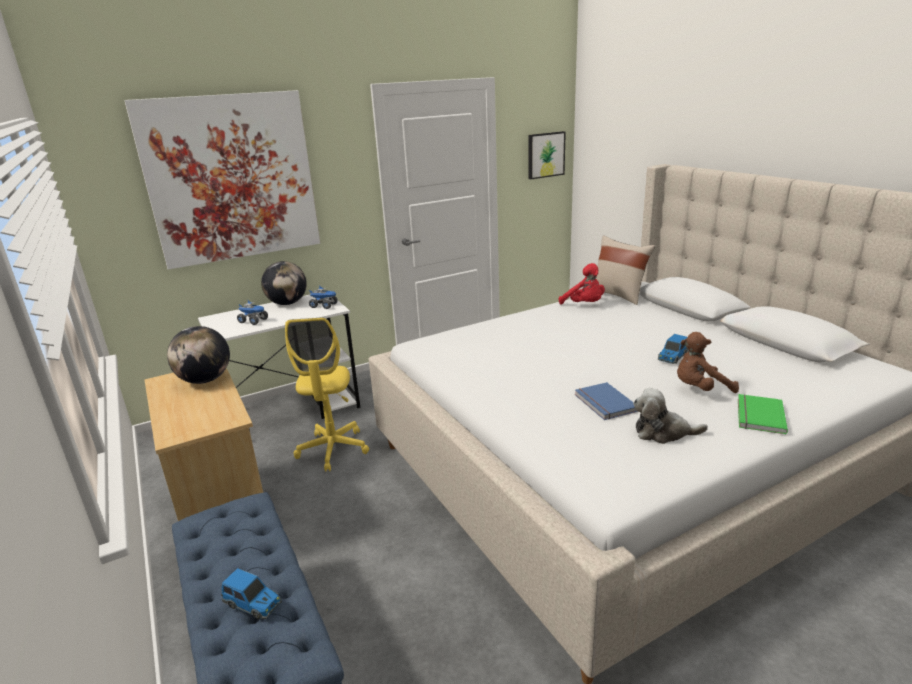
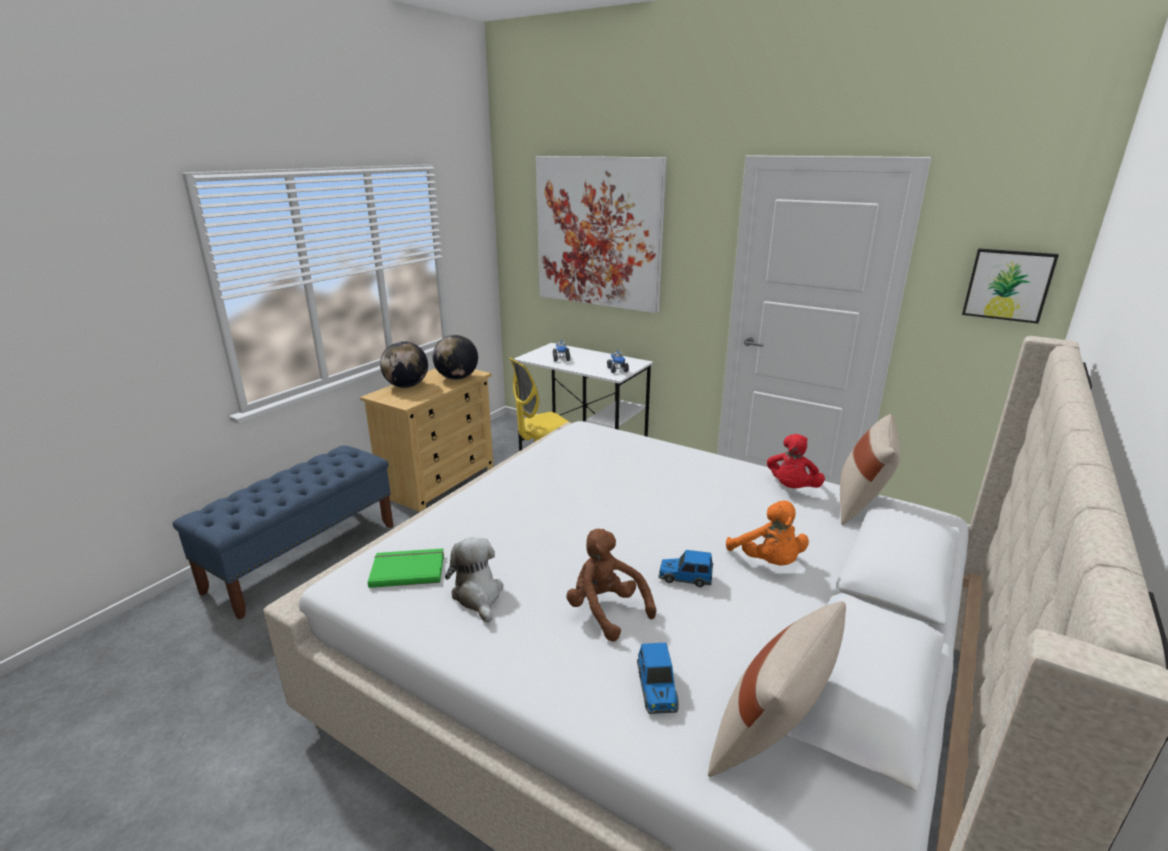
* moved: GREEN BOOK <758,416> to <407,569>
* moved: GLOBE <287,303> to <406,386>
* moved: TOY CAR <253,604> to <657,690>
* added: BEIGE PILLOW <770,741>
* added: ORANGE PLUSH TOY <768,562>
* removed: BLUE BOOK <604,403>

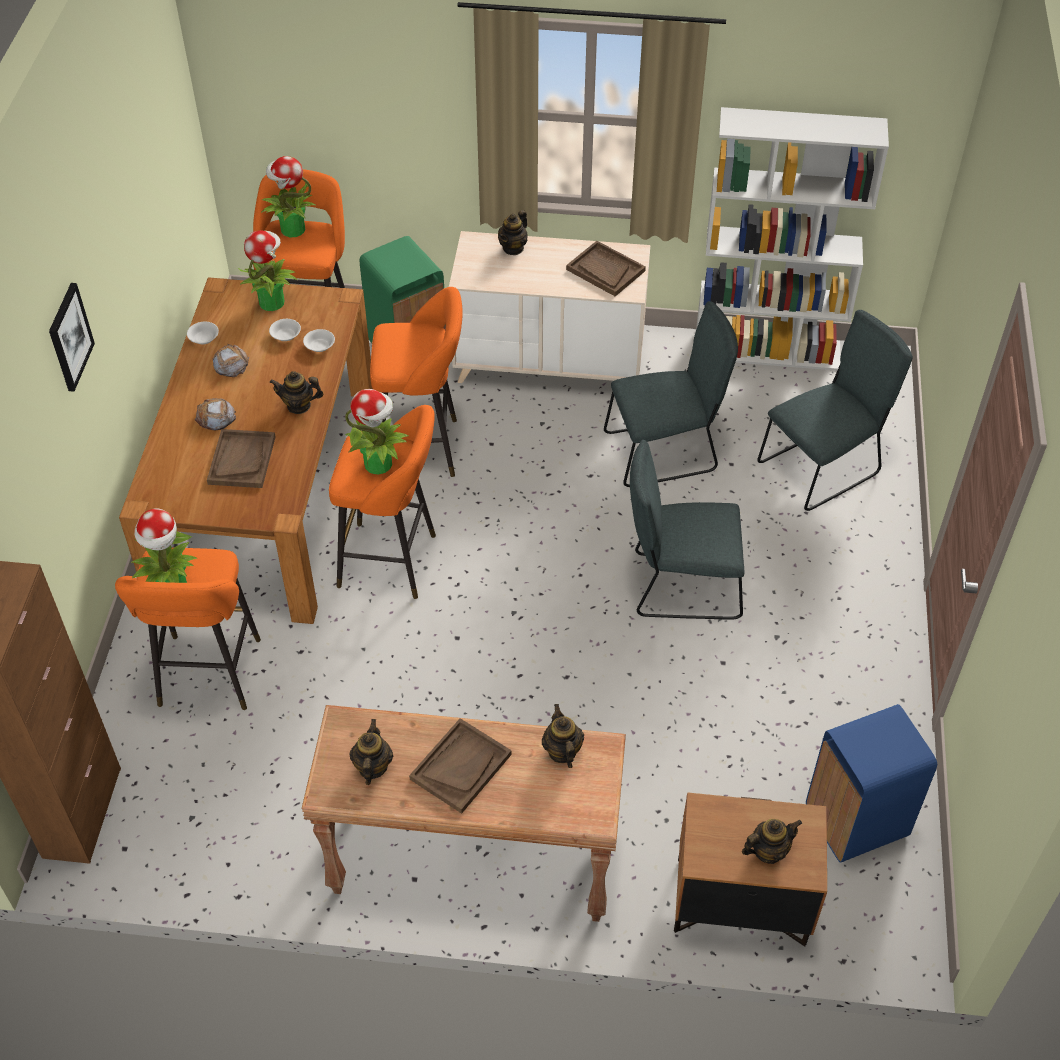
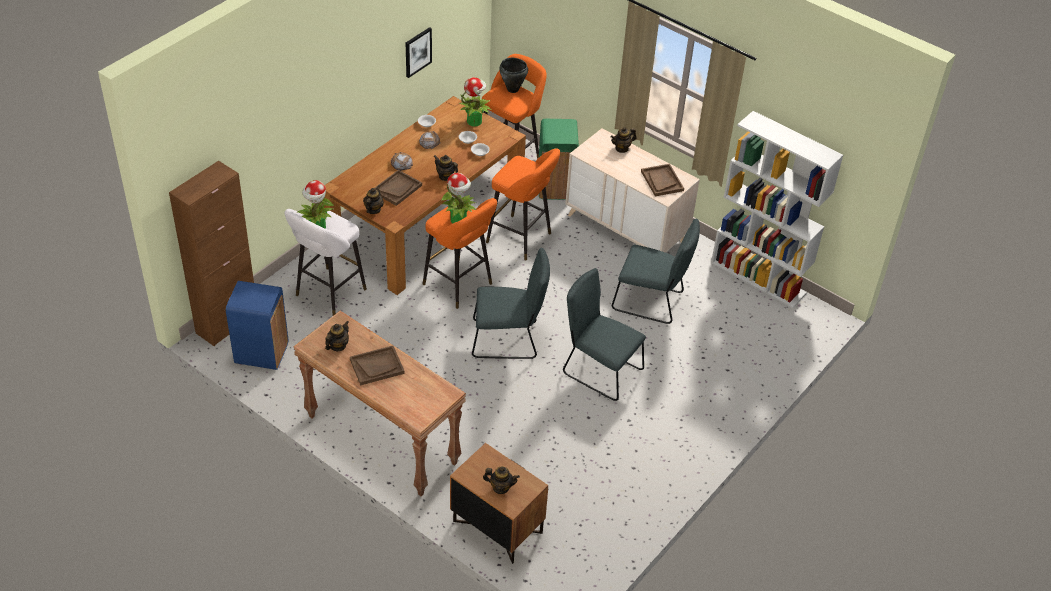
* moved: BLUE TRASH CAN <855,820> to <261,353>
* recoloured: ORANGE STOOL <208,678> to WHITE STOOL <328,294>
* moved: TEAPOT <562,751> to <373,210>
* moved: PICTURE <69,337> to <417,52>
* moved: GREY CHAIR <823,467> to <508,340>
* replaced: POTTED PLANT <292,229> to BLACK COOKING POT <513,89>

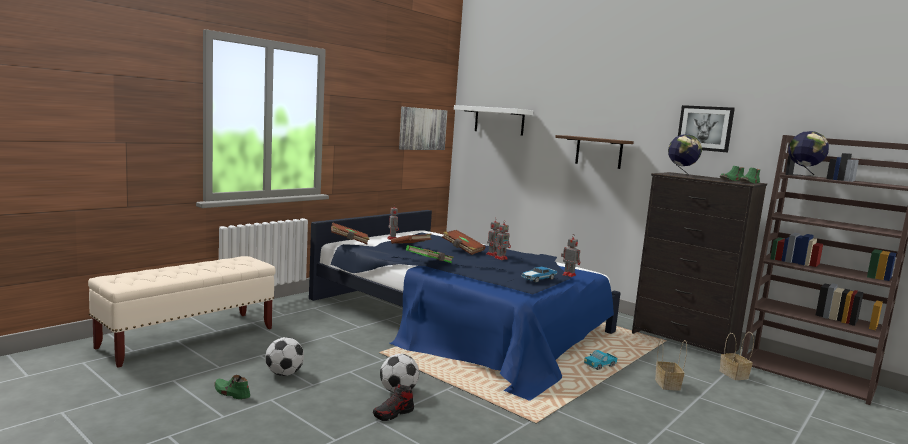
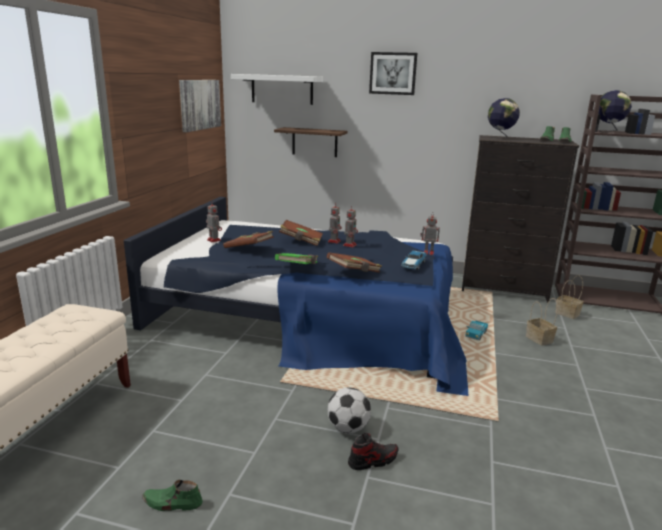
* moved: SHELF <598,152> to <314,142>
* moved: BROWN BOOK <349,241> to <354,272>
* turned: SHOE <393,414> = <373,460> 135 degrees counterclockwise
* moved: PICTURE <705,128> to <393,73>
* removed: FOOTBALL <284,374>

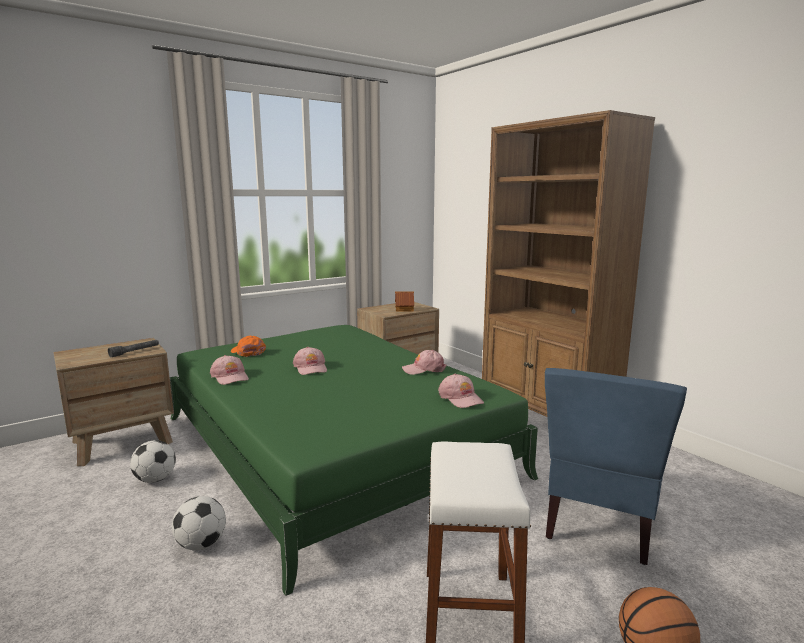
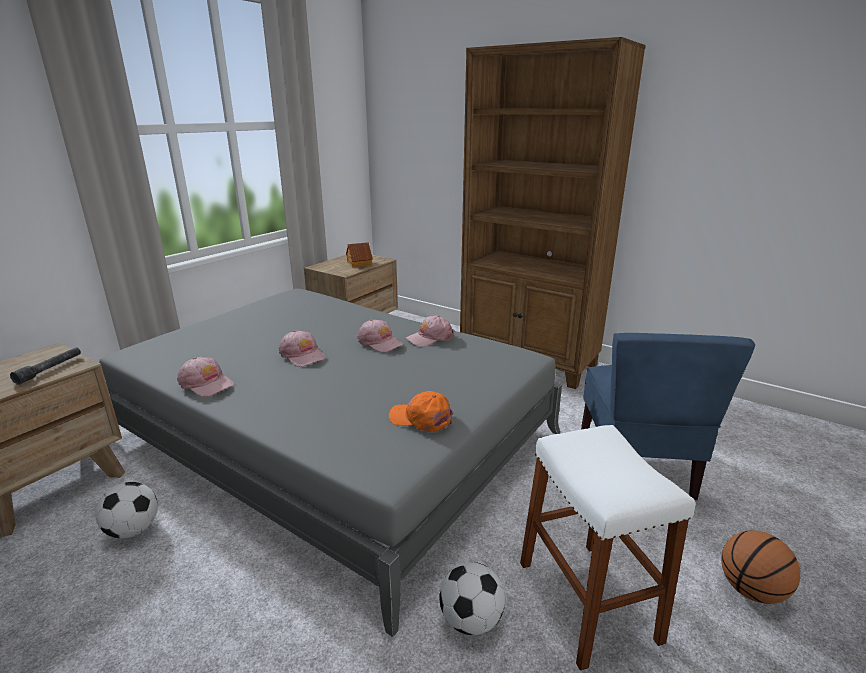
* recoloured: GREEN BED <332,445> to GREY BED <334,436>
* moved: PINK CAP <460,398> to <380,342>
* moved: ORANGE CAP <248,352> to <421,419>
* moved: FOOTBALL <201,544> to <471,620>

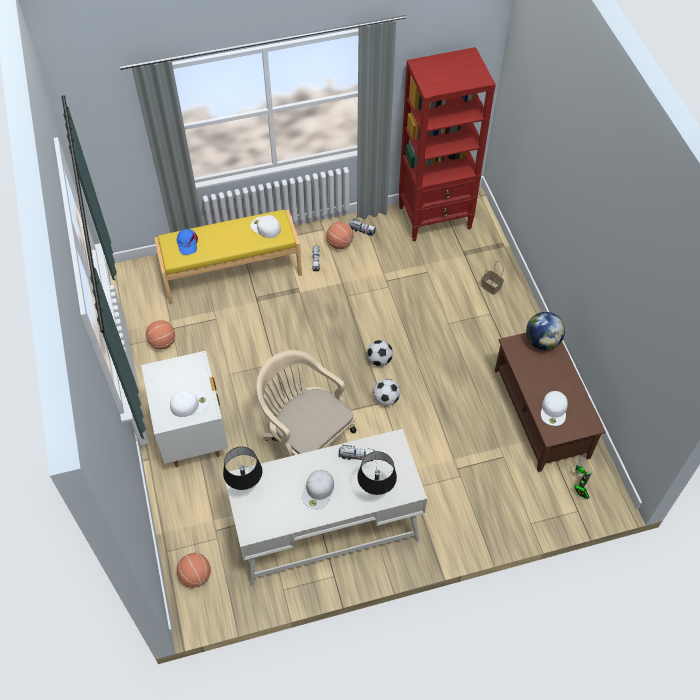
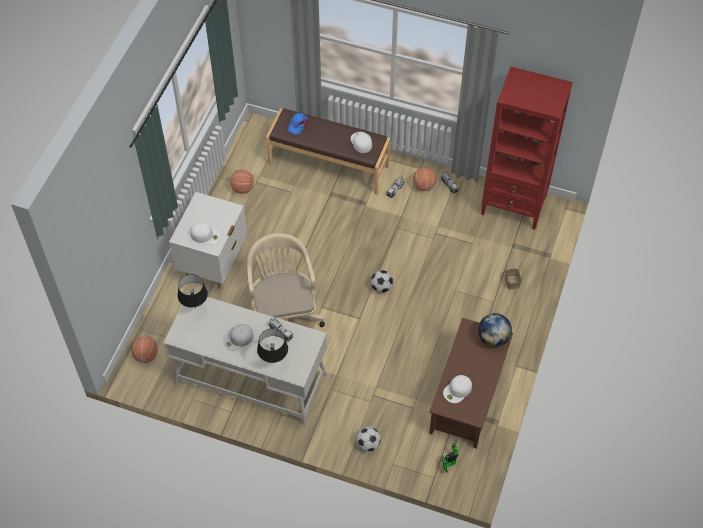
* recoloured: YELLOW BENCH <231,271> to BROWN BENCH <329,164>
* moved: FOOTBALL <386,399> to <368,444>

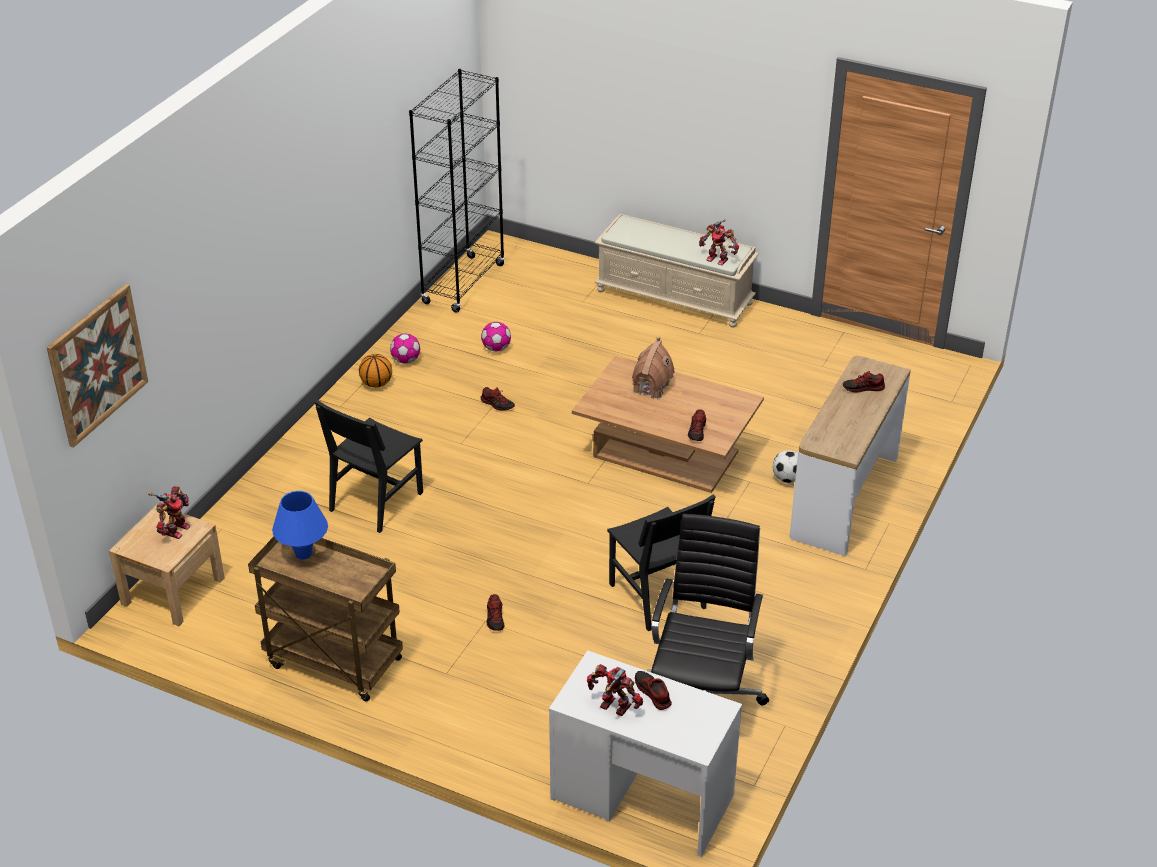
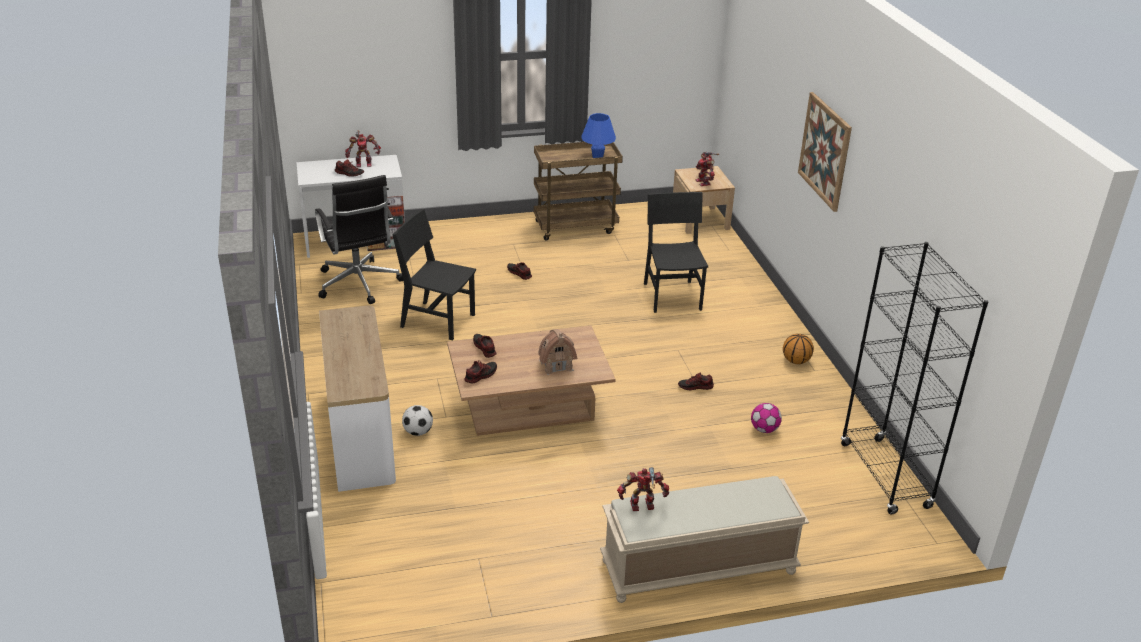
* moved: SHOE <863,388> to <480,375>
* moved: PICTURE <97,364> to <824,151>
* removed: FOOTBALL <406,360>

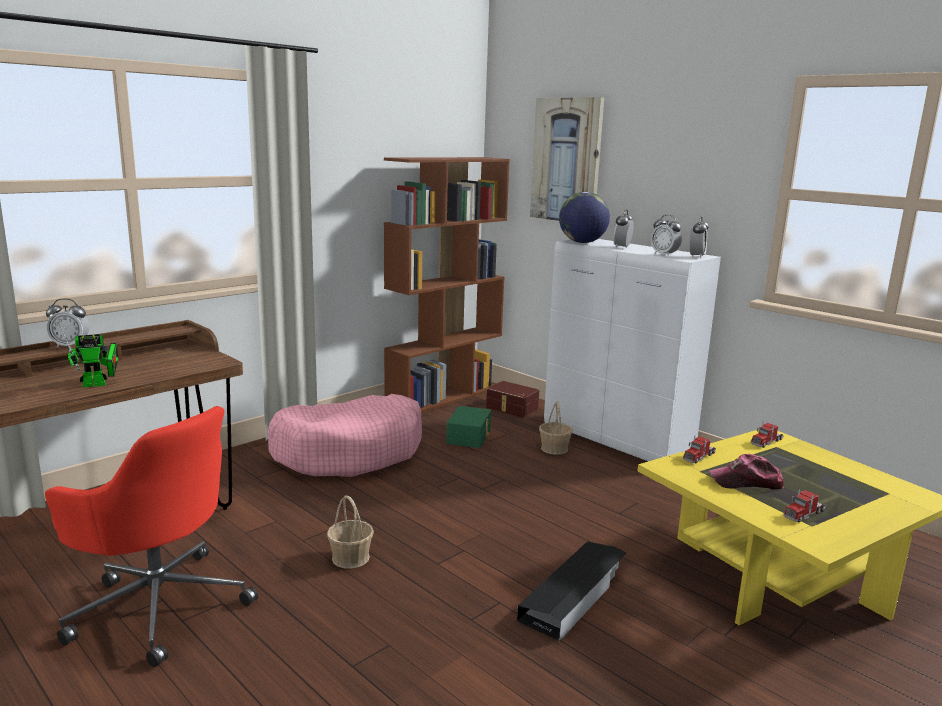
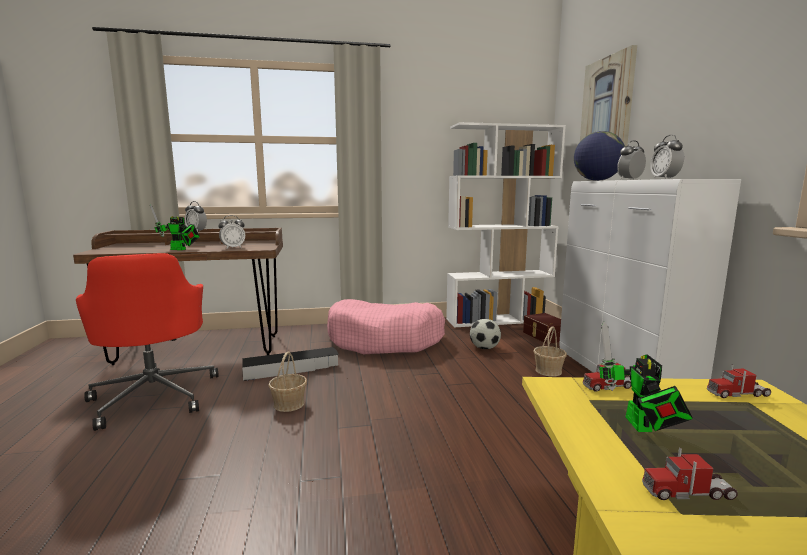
* moved: ALARM CLOCK <696,256> to <233,248>
* moved: BLACK STORAGE BOX <574,595> to <291,368>
* recoloured: BROWN BOOKCASE <444,396> to WHITE BOOKCASE <498,320>
* replaced: GREEN STORAGE BOX <470,436> to FOOTBALL <484,348>
* replaced: CAP <746,482> to TOY ROBOT <640,427>

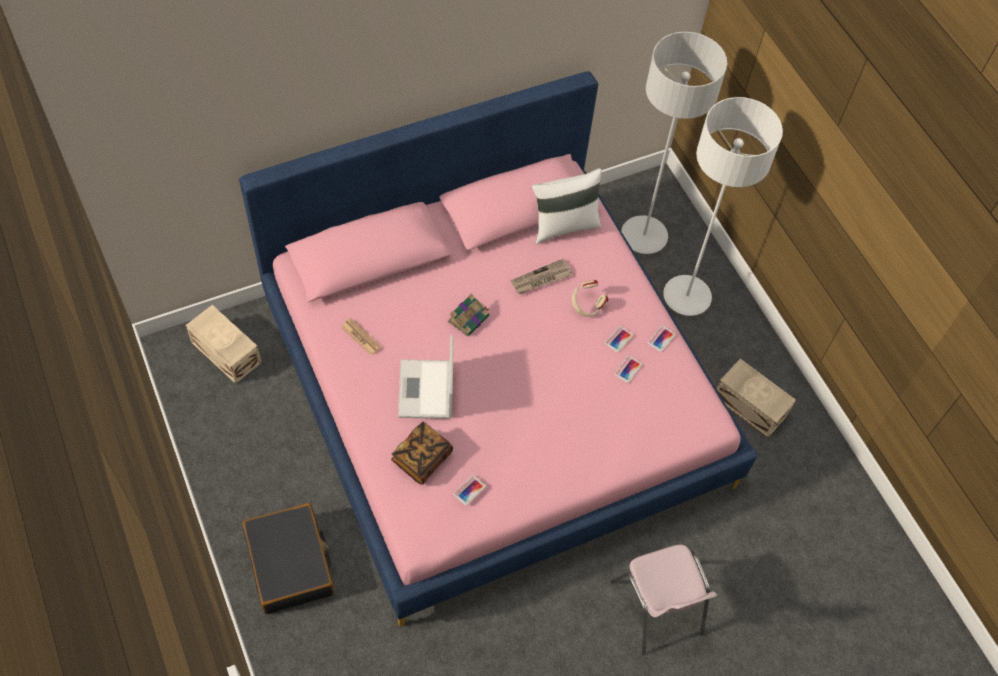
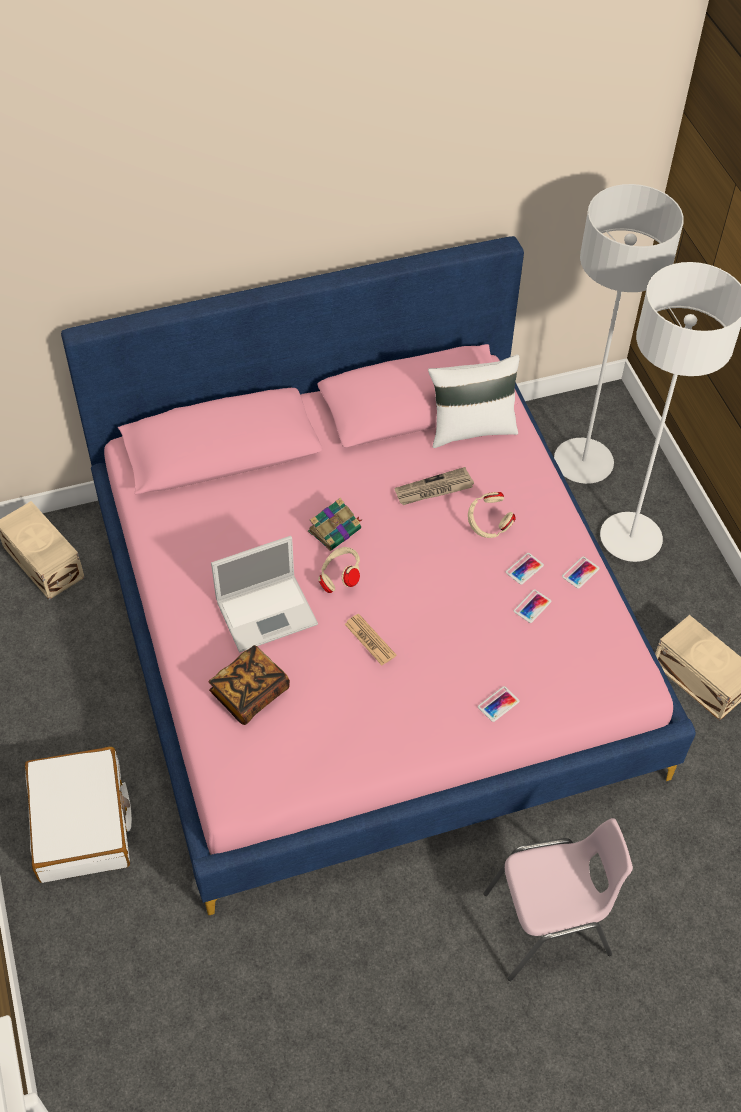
* recoloured: BLACK SUITCASE <290,564> to WHITE SUITCASE <81,823>
* turned: LAPTOP <426,391> = <268,612> 120 degrees counterclockwise
* added: BEIGE HEADPHONES <340,578>
* moved: NEWSPAPER <361,337> to <370,640>
* moved: PHONE <469,490> to <498,704>
* turned: PINK CHAIR <657,609> = <549,925> 90 degrees counterclockwise

